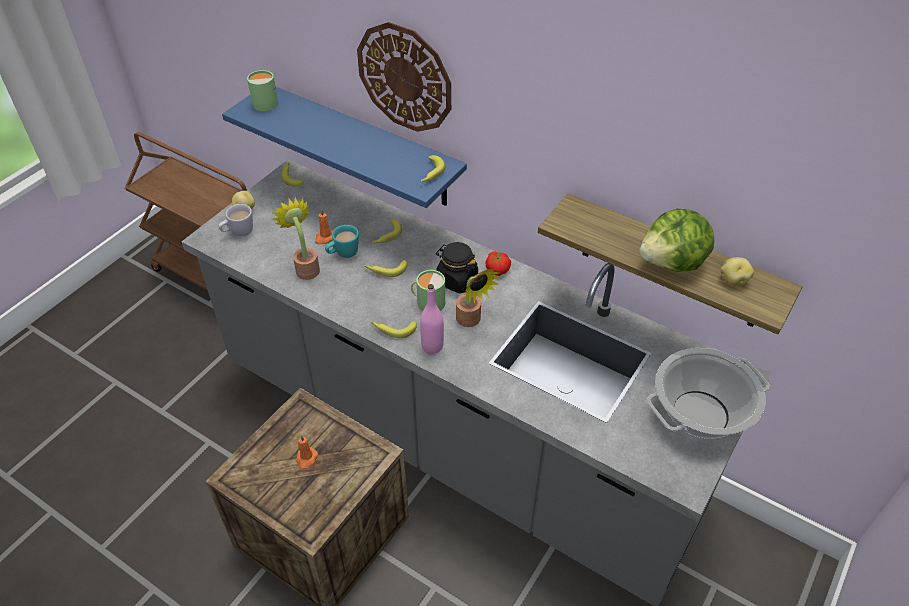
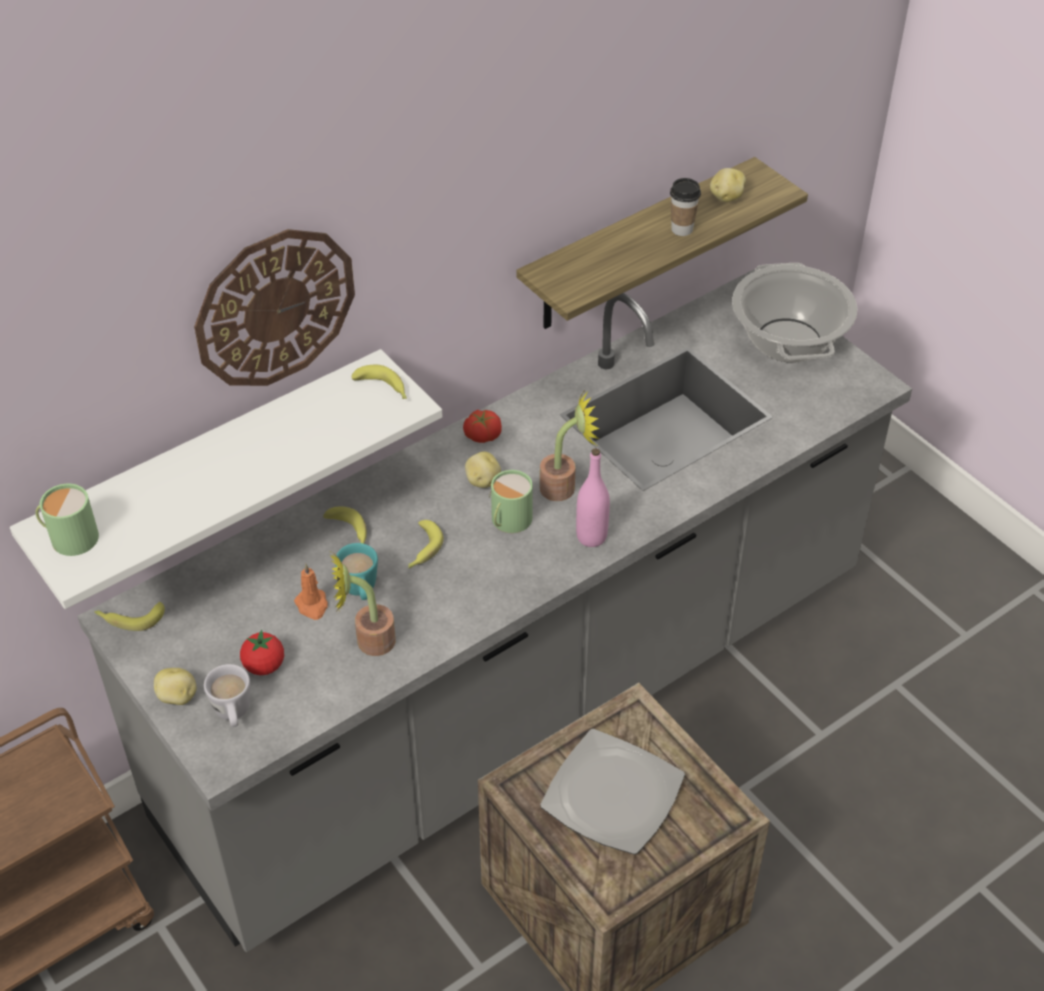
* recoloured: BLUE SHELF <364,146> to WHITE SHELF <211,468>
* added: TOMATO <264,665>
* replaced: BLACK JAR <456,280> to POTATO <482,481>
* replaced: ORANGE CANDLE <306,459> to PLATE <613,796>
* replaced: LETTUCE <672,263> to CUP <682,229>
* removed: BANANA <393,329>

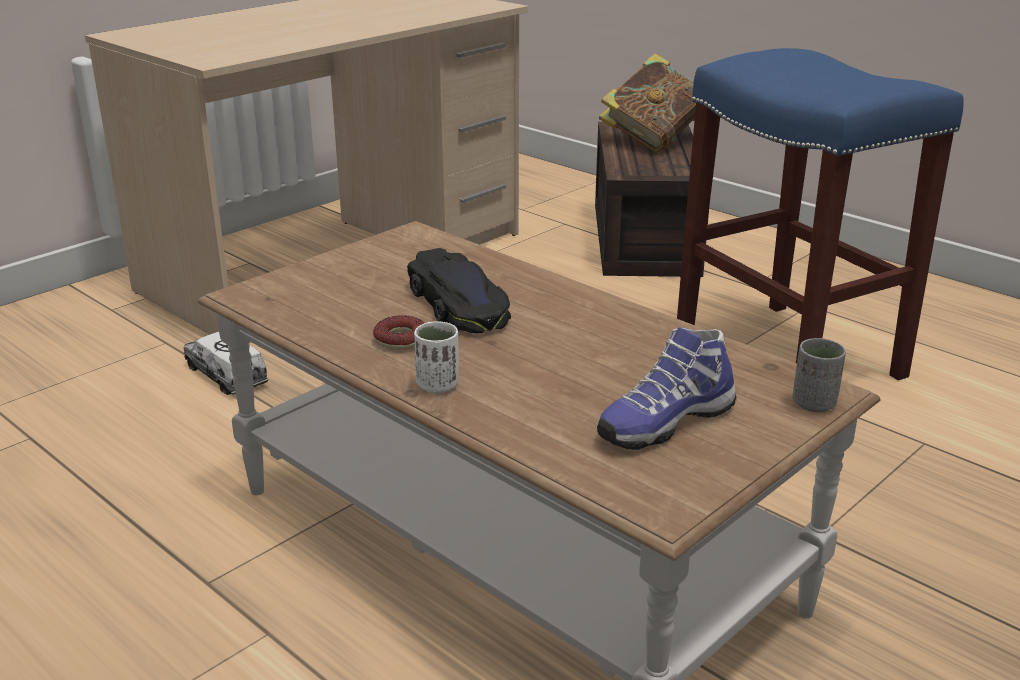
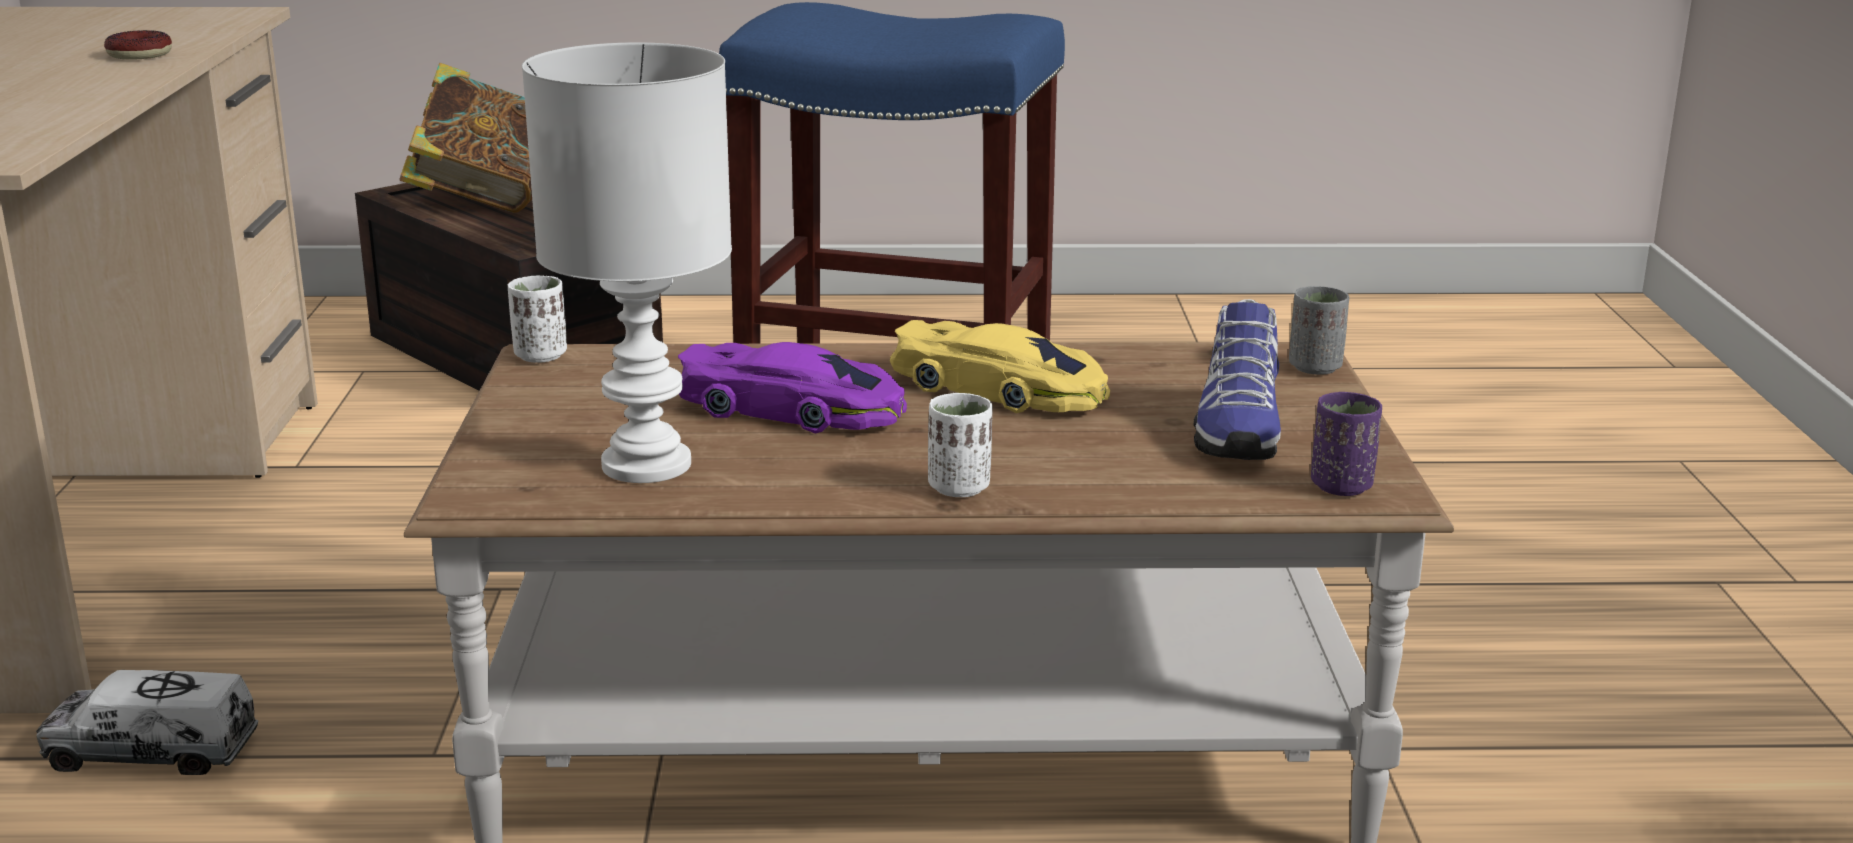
* moved: DONUT <401,340> to <140,54>
* added: WHITE CUP <540,356>
* added: WHITE TABLE LAMP <649,466>
* recoloured: BLACK TOY CAR <458,304> to PURPLE TOY CAR <791,409>
* added: YELLOW TOY CAR <999,388>
* added: PURPLE CUP <1341,486>

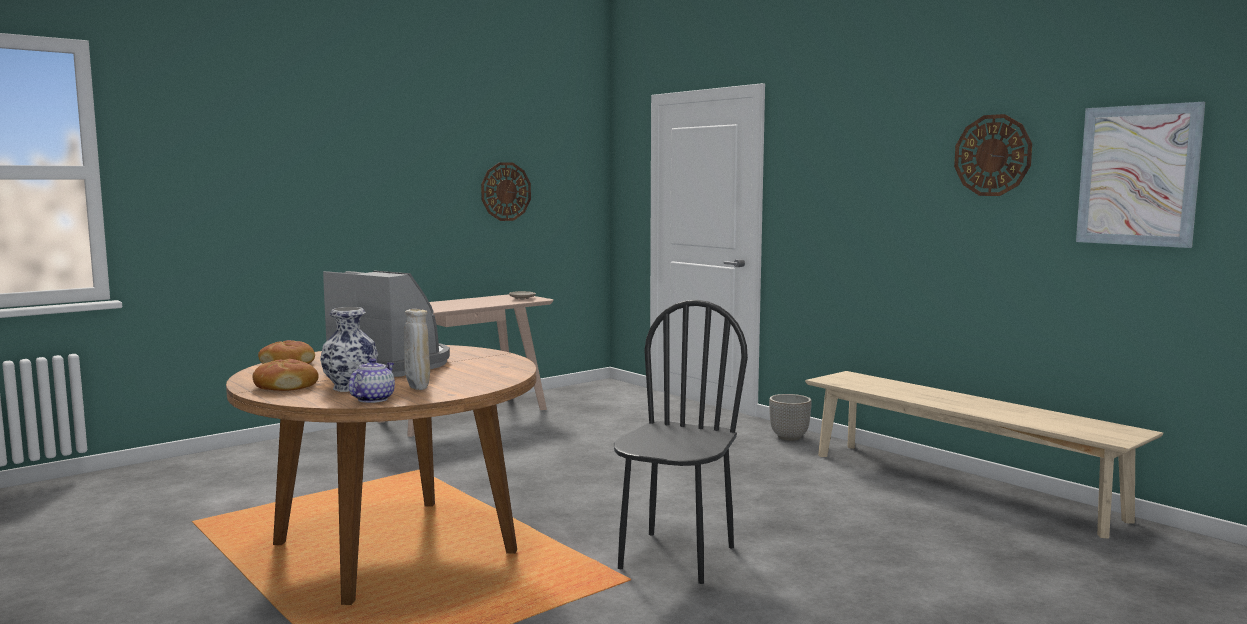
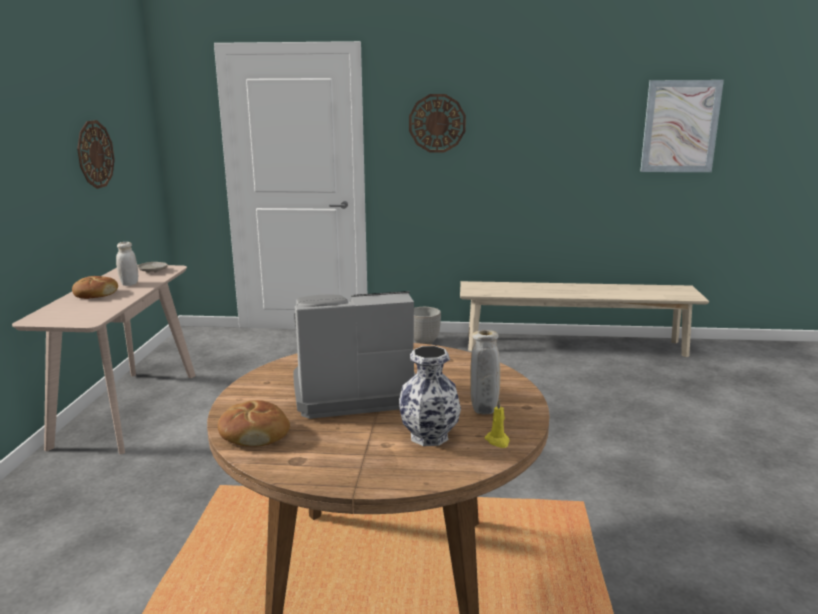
* moved: BREAD <285,386> to <95,294>
* added: WHITE JAR <129,284>
* moved: WALL CLOCK <992,155> to <437,123>
* replaced: TEAPOT <373,399> to YELLOW CANDLE <498,441>
* removed: BLACK CHAIR <676,557>

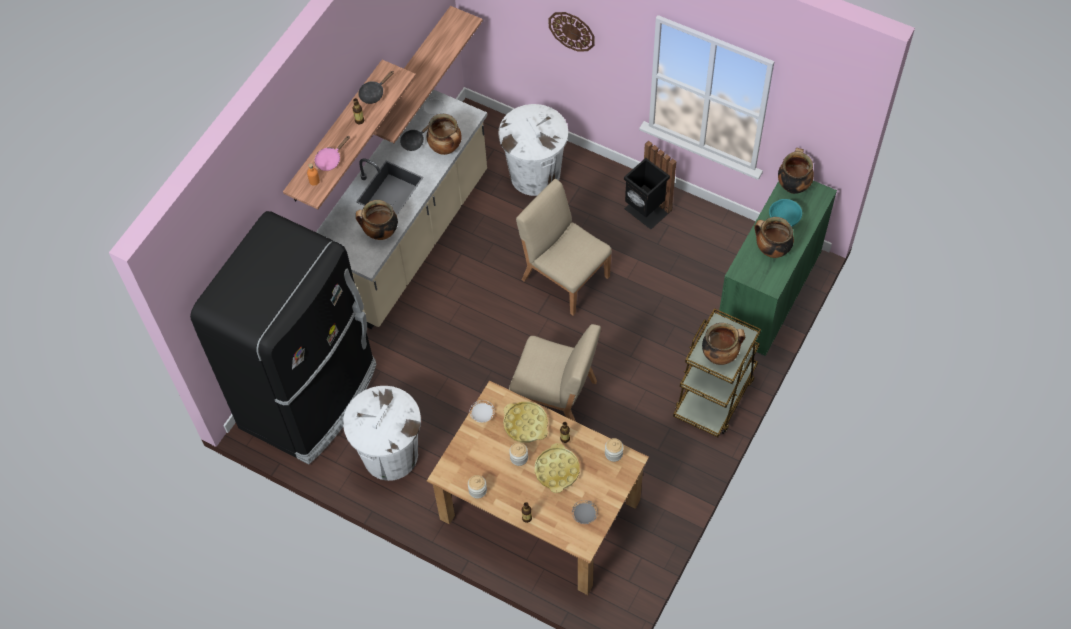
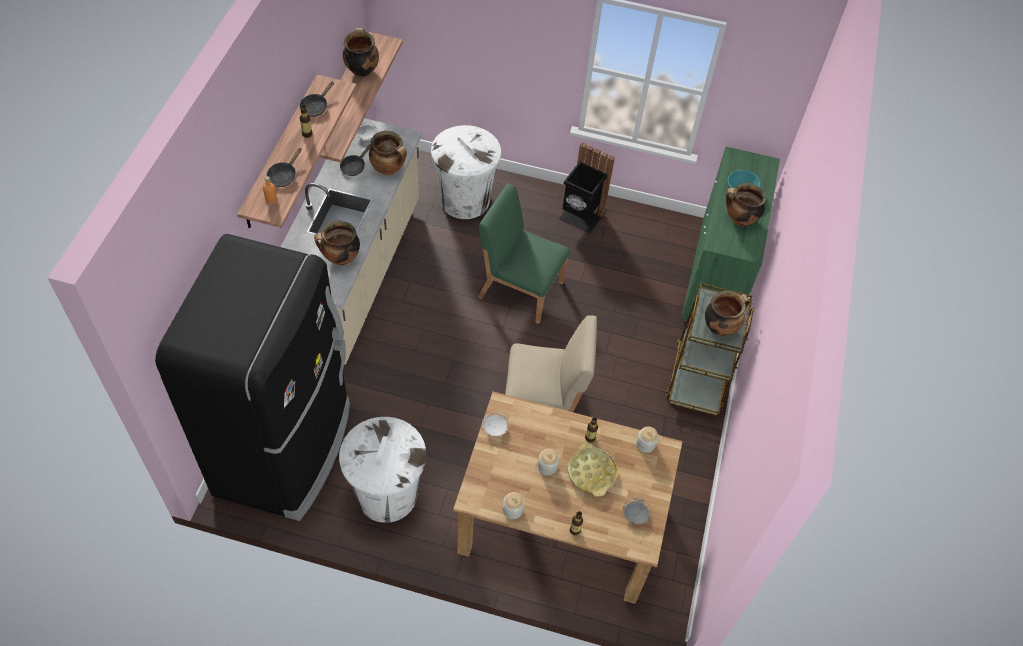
* recoloured: PINK FRYING PAN <330,159> to BLACK FRYING PAN <284,175>
* moved: COOKING POT <793,185> to <361,70>
* recoloured: BEIGE CHAIR <565,277> to GREEN CHAIR <520,289>
* removed: YELLOW TRAY <525,424>
* removed: WALL CLOCK <572,31>

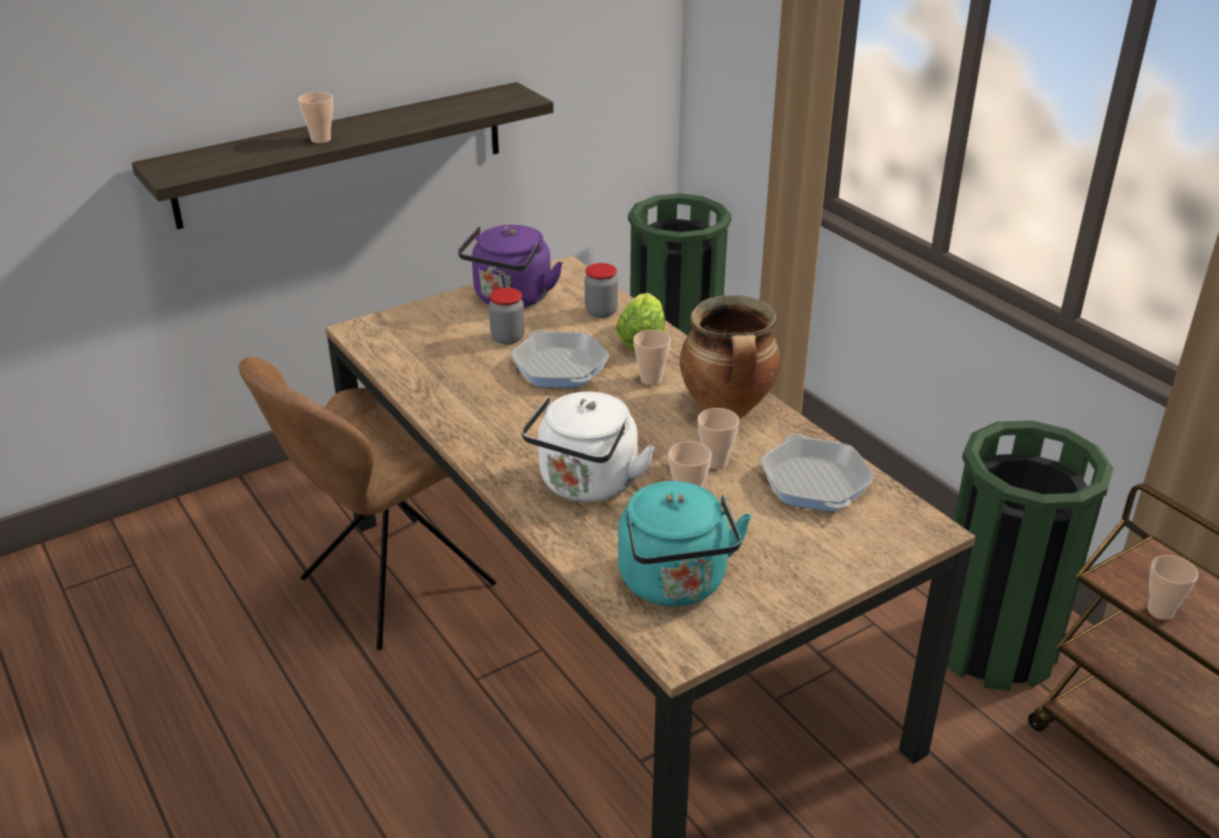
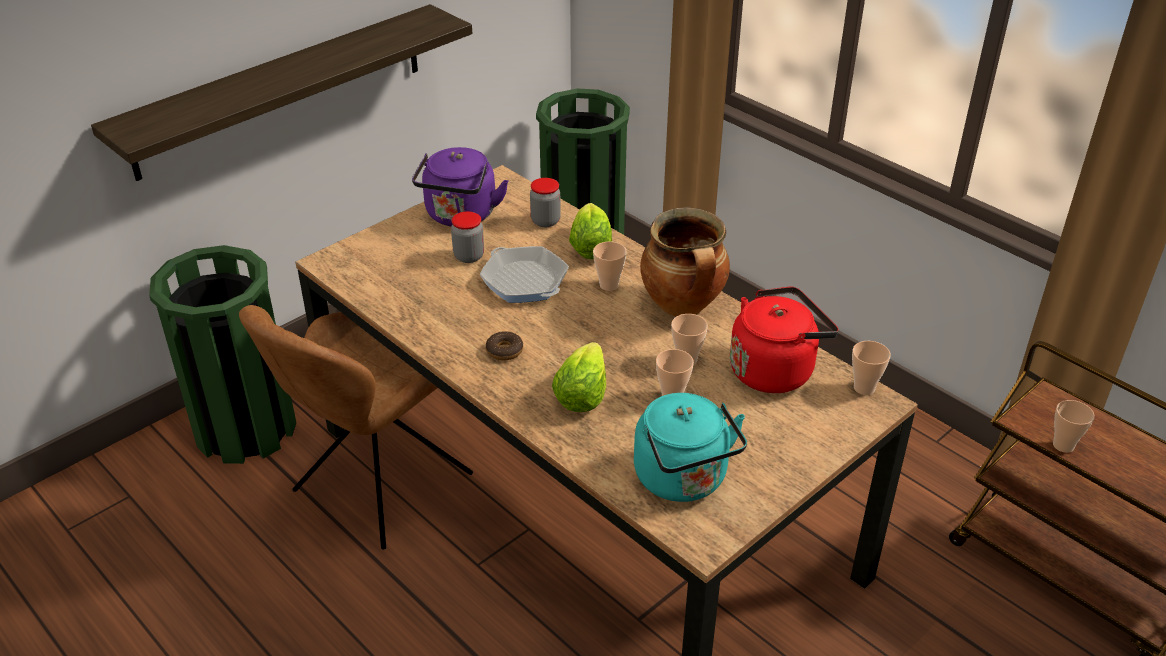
* moved: GREEN TRASH CAN <993,645> to <245,428>
* added: DONUT <504,350>
* replaced: WHITE KETTLE <586,485> to LETTUCE <581,395>
* replaced: FRYING PAN <815,482> to RED KETTLE <775,370>
* moved: CUP <321,139> to <864,388>

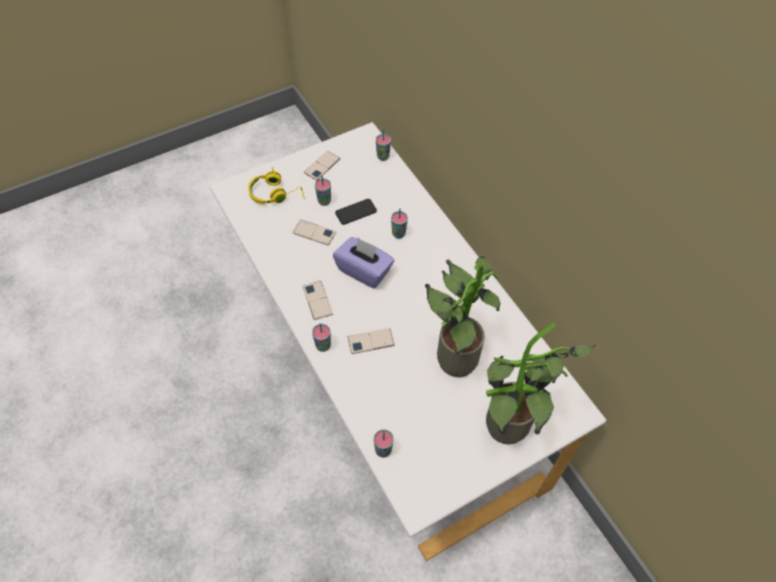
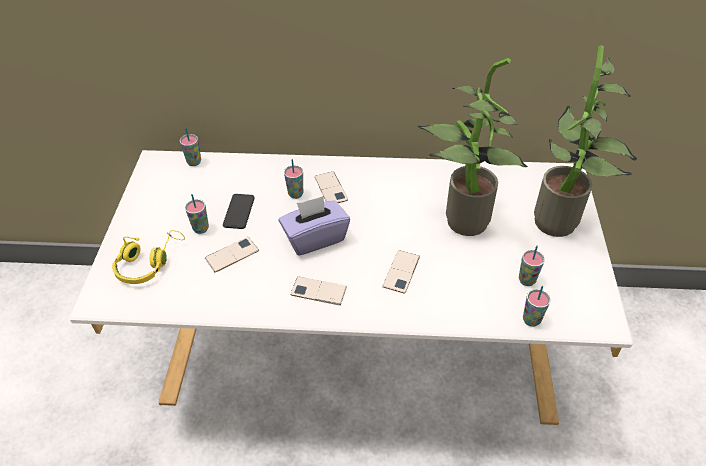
* moved: PHONE <322,166> to <331,188>
* moved: CUP <323,346> to <527,280>

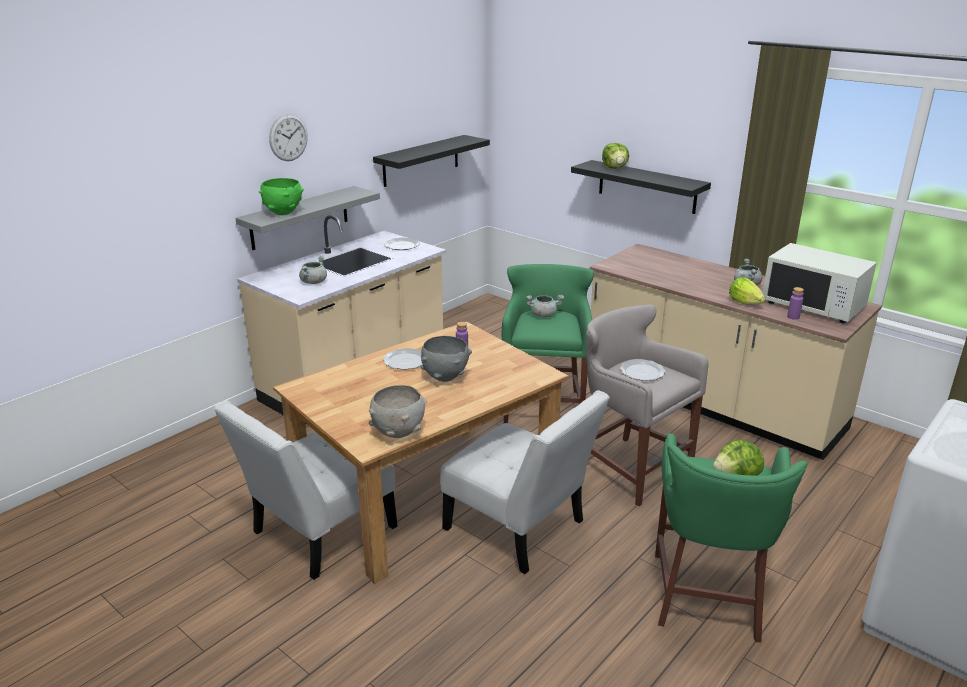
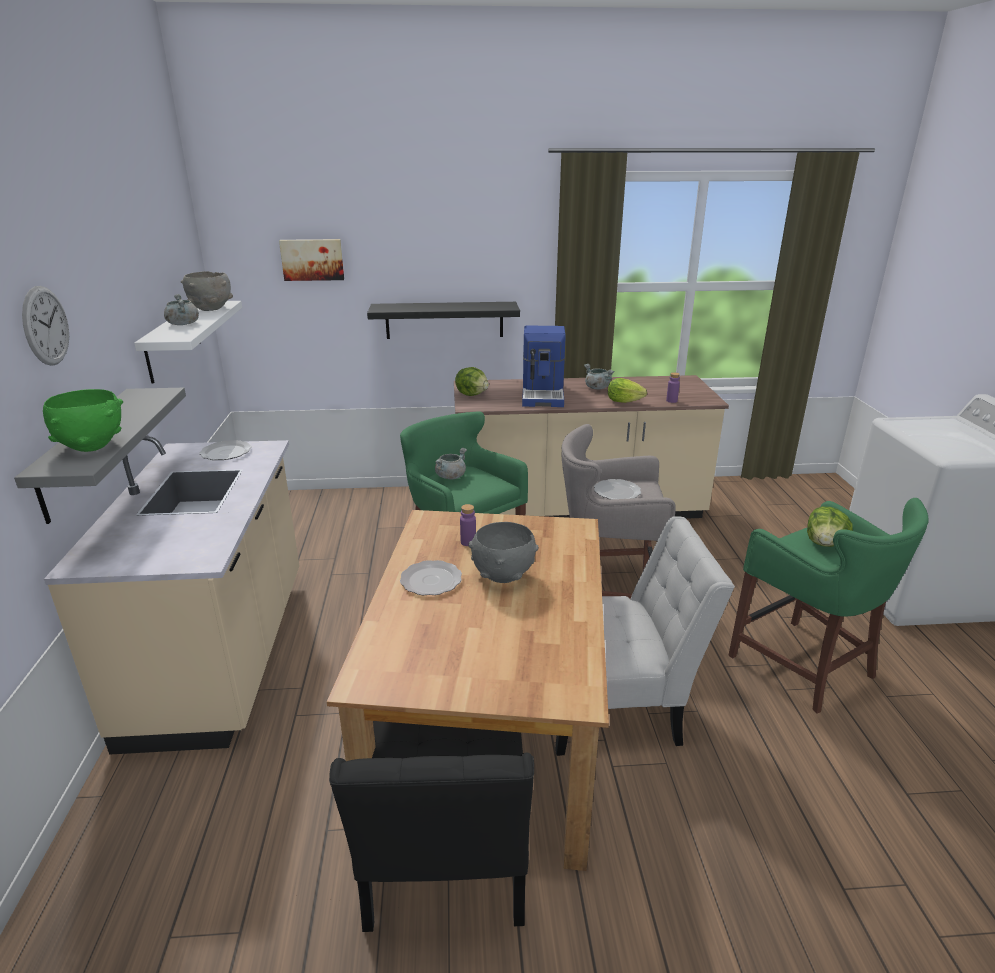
* recoloured: BLACK SHELF <421,160> to WHITE SHELF <173,340>
* moved: GREY COOKING POT <313,282> to <183,324>
* moved: GREY BOWL <398,432> to <211,309>
* added: PICTURE <312,259>
* recoloured: WHITE CHAIR <318,533> to BLACK CHAIR <444,865>
* moved: LETTUCE <615,168> to <472,394>
* added: COFFEE MACHINE <543,394>
* removed: WHITE MICROWAVE <813,306>

